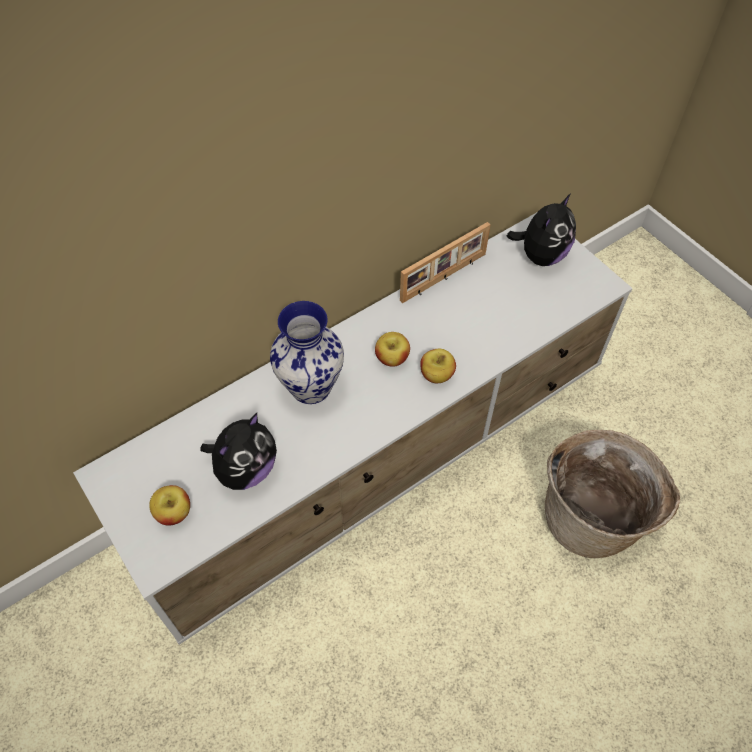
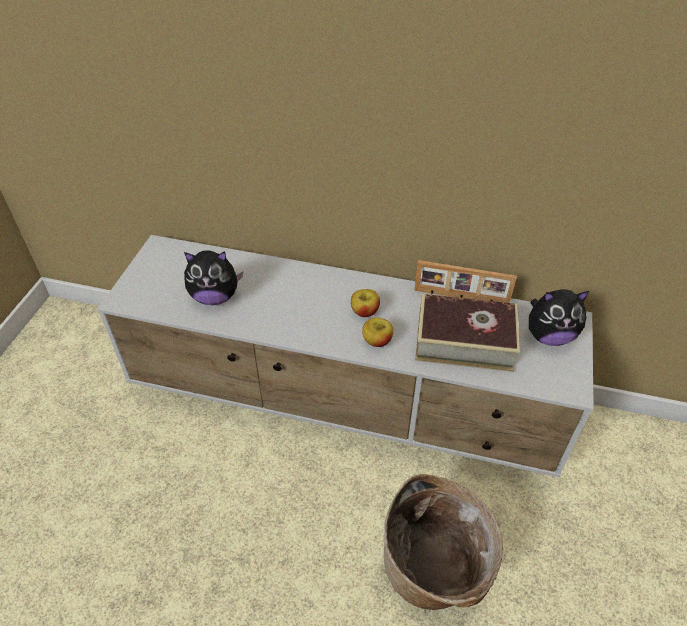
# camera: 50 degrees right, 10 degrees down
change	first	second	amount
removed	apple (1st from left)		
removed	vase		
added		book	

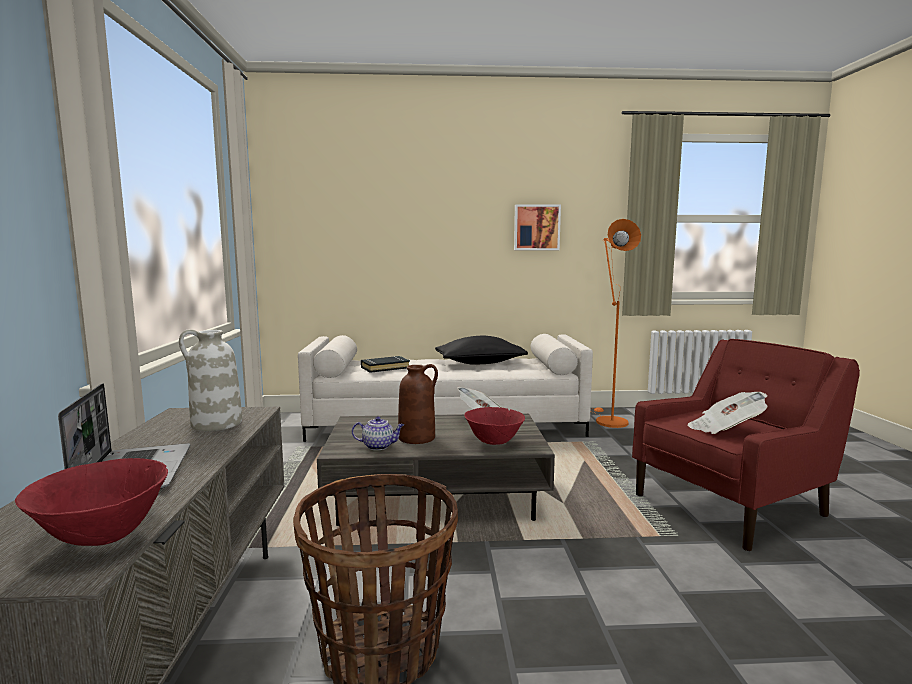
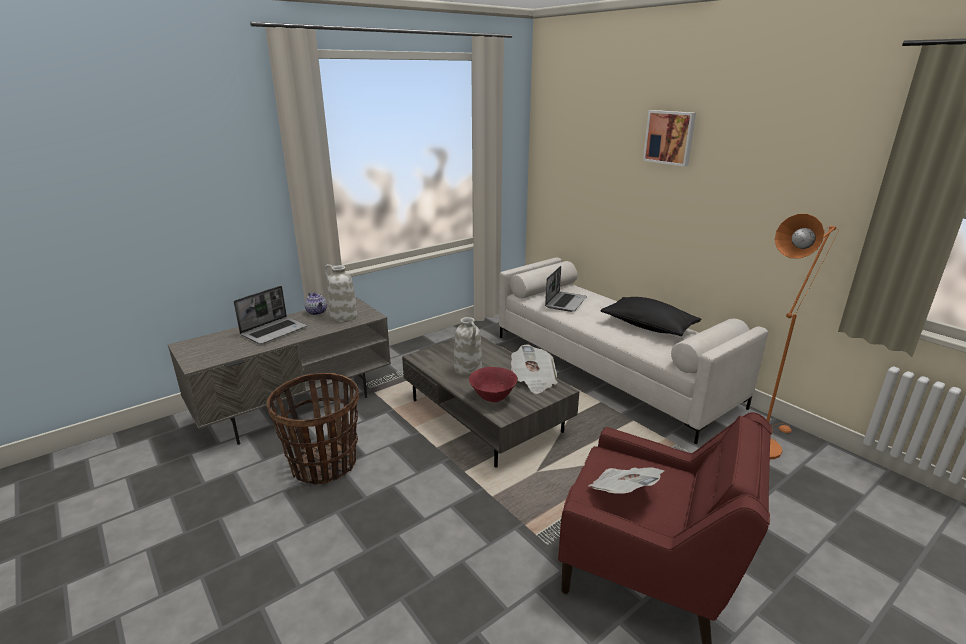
# camera: 55 degrees right, 15 degrees up
change	first	second	amount
removed	red bowl (1st from left)		
moved	teapot		
replaced	black book	laptop (2nd from left)	
recoloured	brown vase	white vase (2nd from left)	
moved	picture		

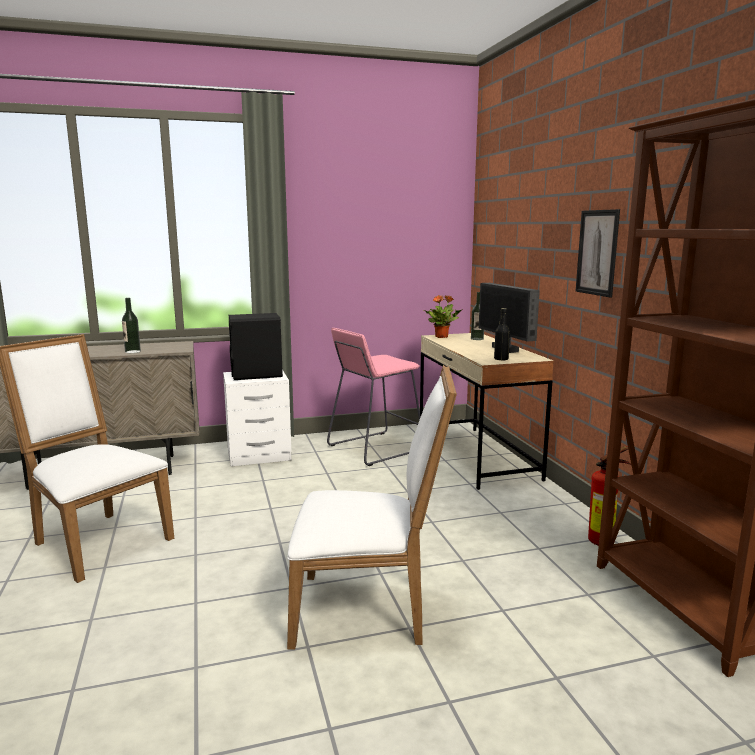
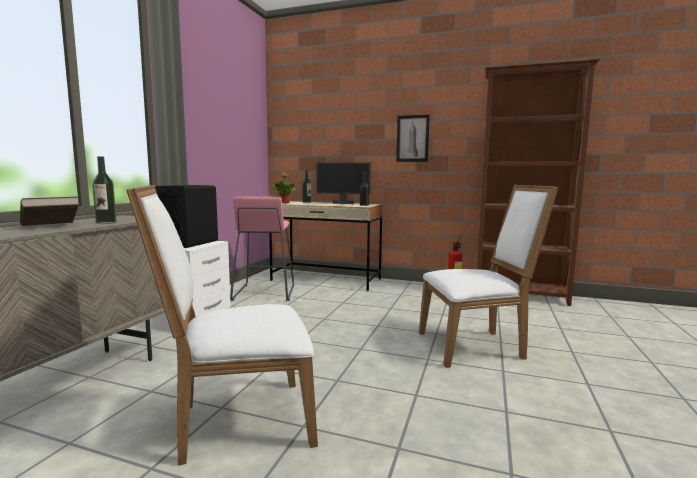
# camera: 55 degrees left, 5 degrees down
change	first	second	amount
turned	white chair (2nd from left)		45 degrees clockwise
added		brown book	

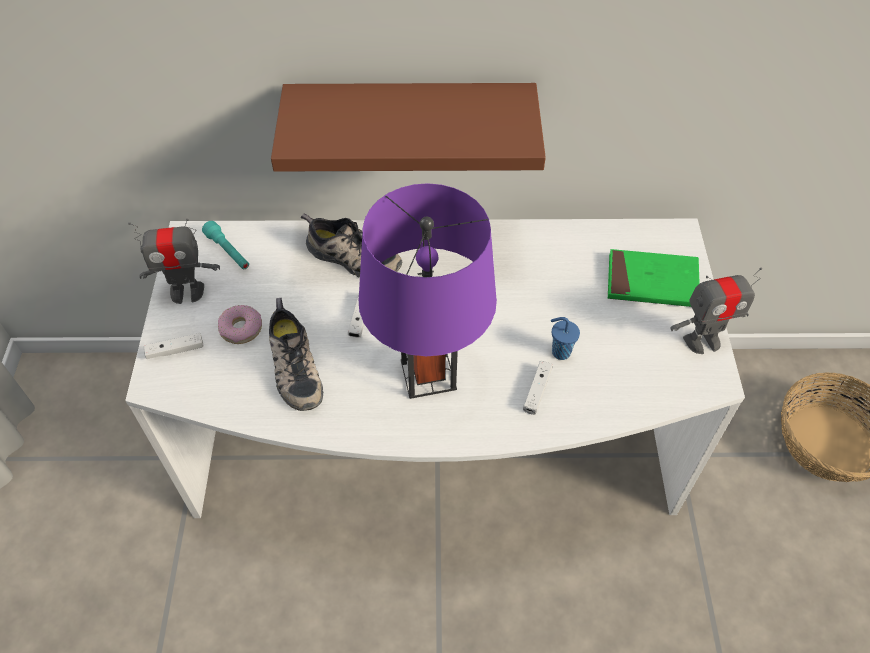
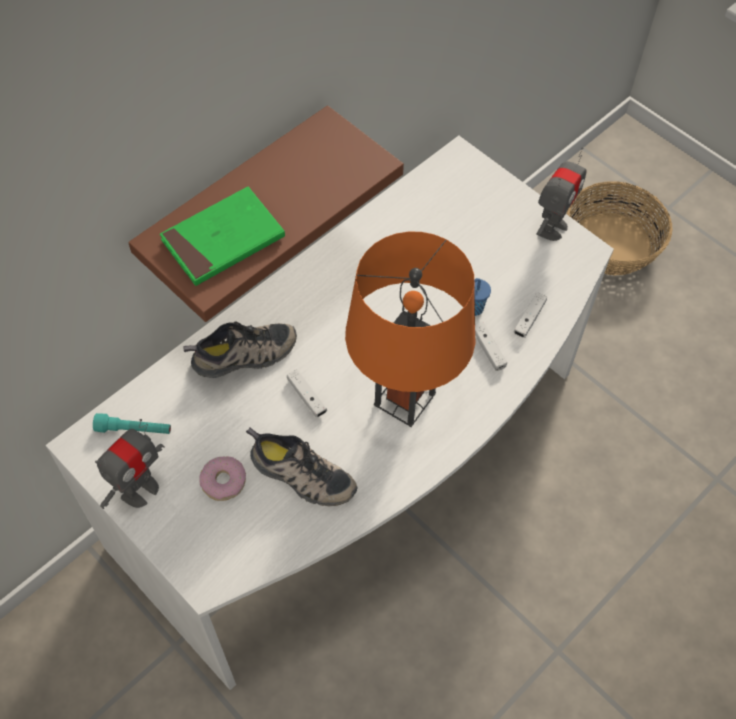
# camera: 45 degrees left, 5 degrees up
change	first	second	amount
moved	white game controller (1st from left in the first image)	white game controller (3rd from left)	
recoloured	purple table lamp	orange table lamp	
moved	green book		

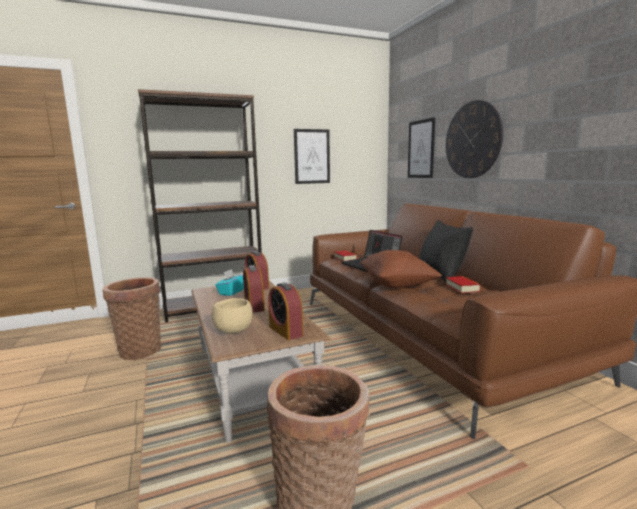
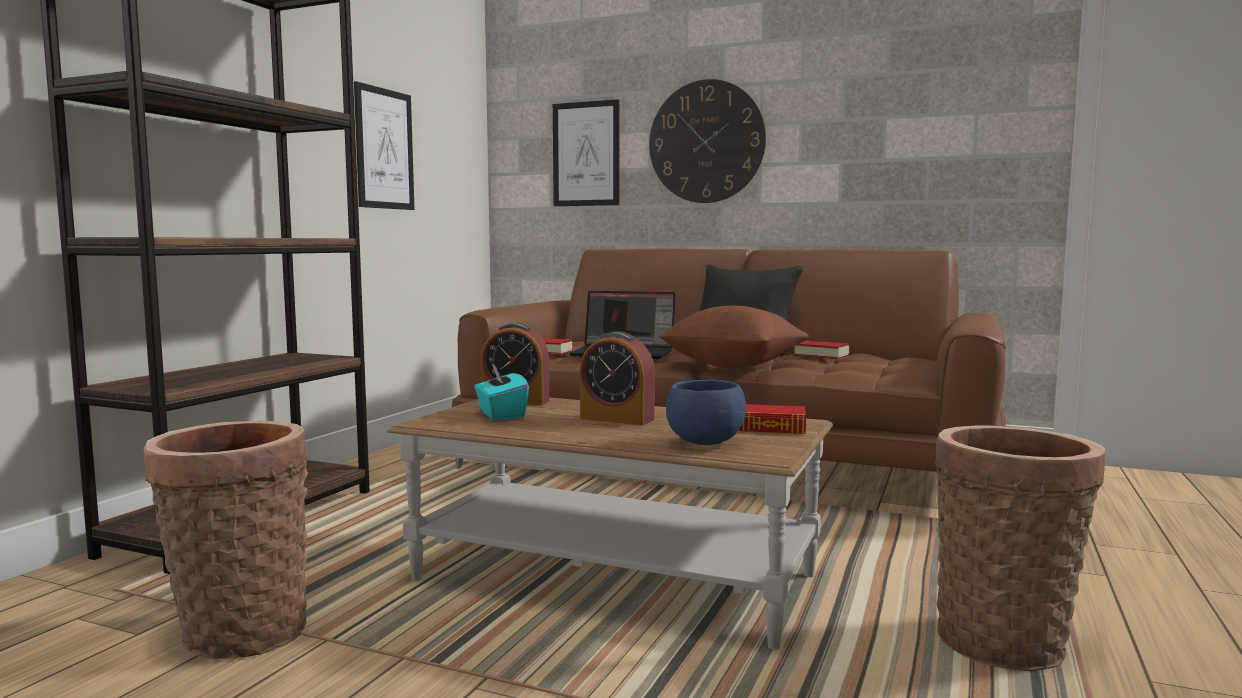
# camera: 45 degrees left, 5 degrees down
change	first	second	amount
recoloured	beige bowl	blue bowl	
replaced	alarm clock (3rd from left)	book (2nd from left)	

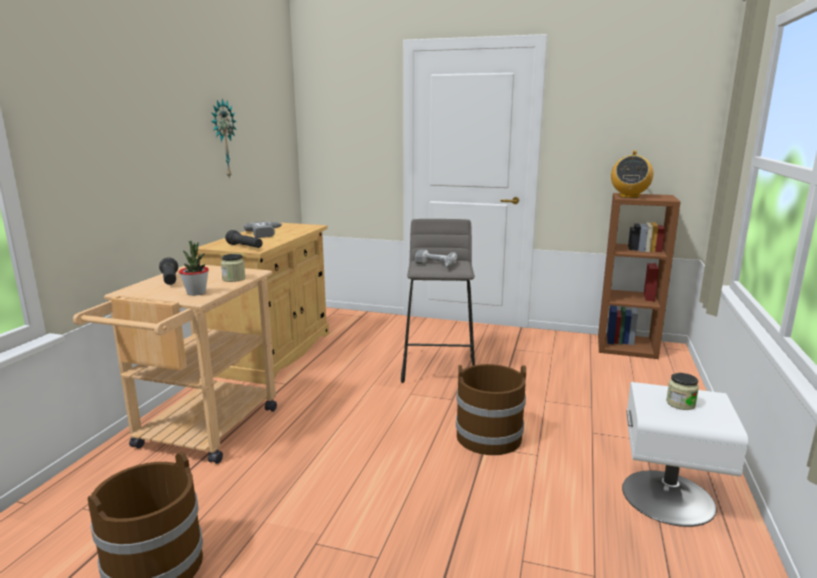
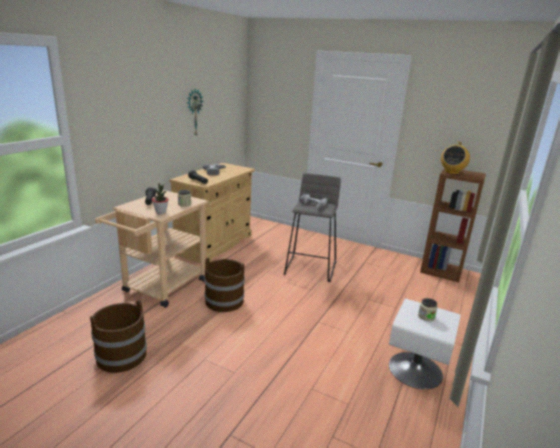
# camera: 10 degrees right, 5 degrees up
change	first	second	amount
moved	brown bucket (2nd from left)		

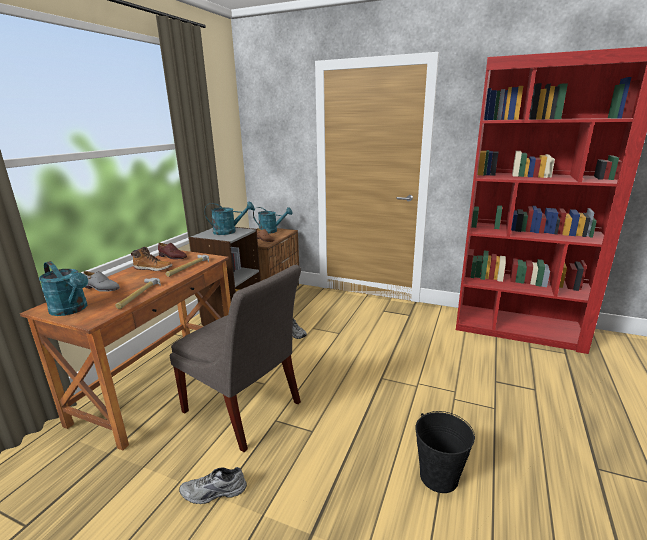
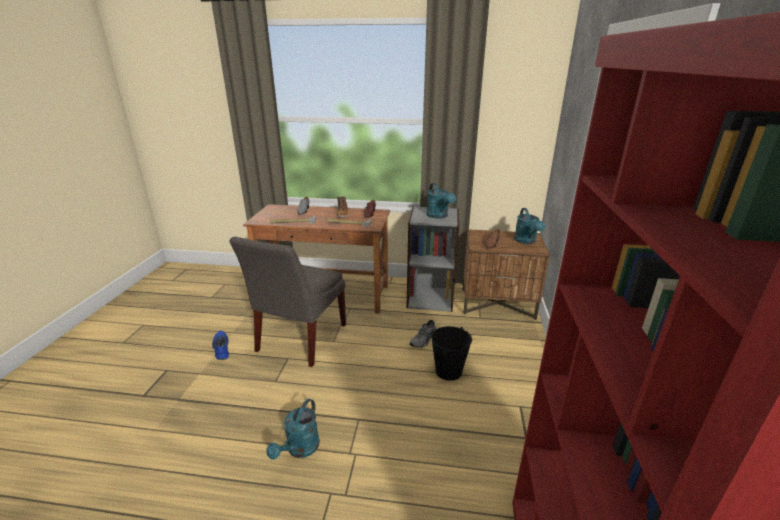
# camera: 75 degrees right, 5 degrees up
change	first	second	amount
moved	turquoise watering can (1st from left)		
recoloured	grey shoe (2nd from left)	blue shoe	
moved	black bucket		

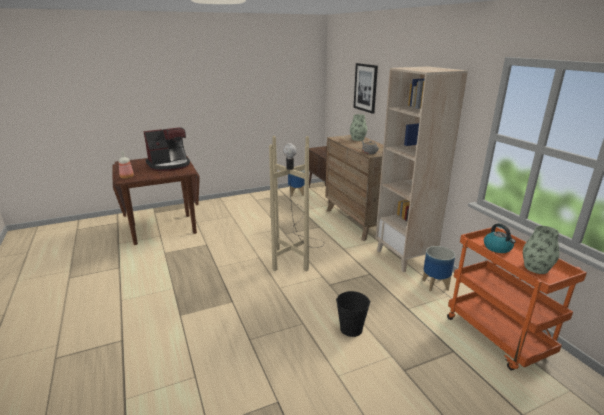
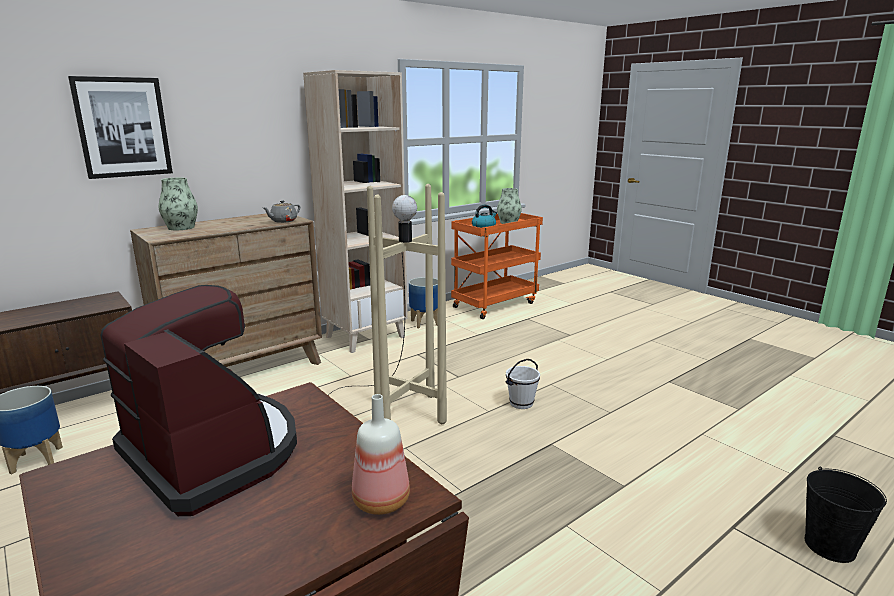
# camera: 105 degrees left, 5 degrees down
change	first	second	amount
moved	black bucket		
added		white bucket	

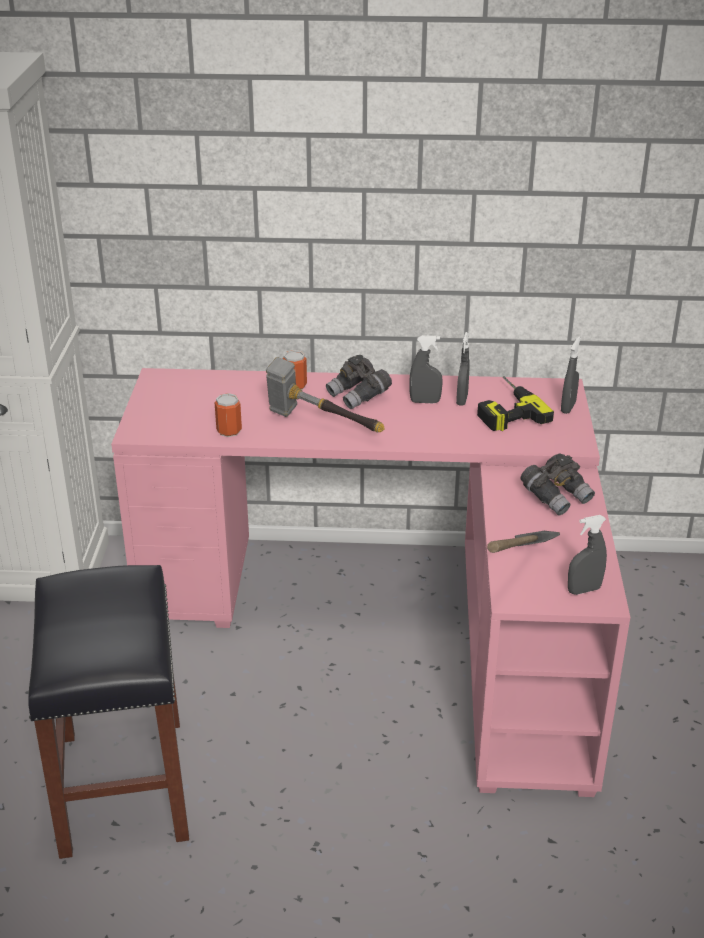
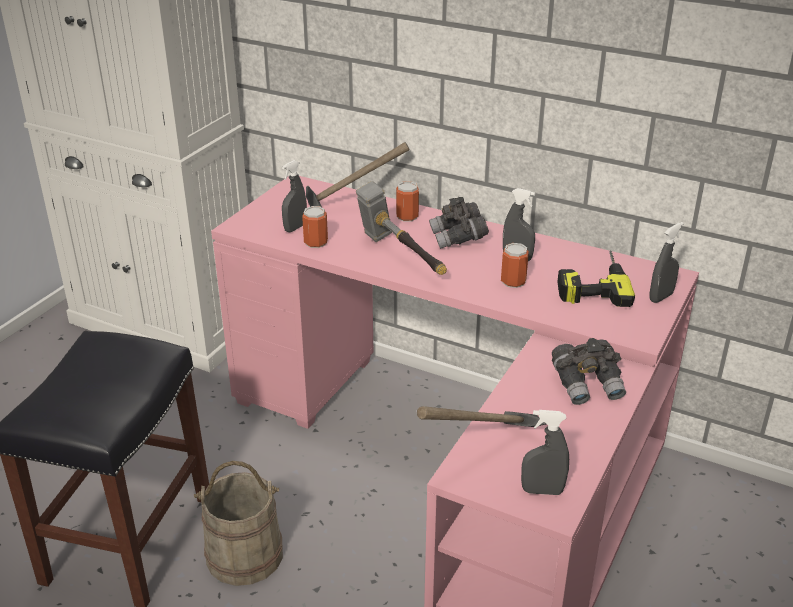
# camera: 25 degrees right, 0 degrees up
change	first	second	amount
moved	grey spray bottle (2nd from left in the first image)	grey spray bottle (1st from left)	
added		beige bucket	
added		hammer (1st from left)	
added		can (3rd from left)	

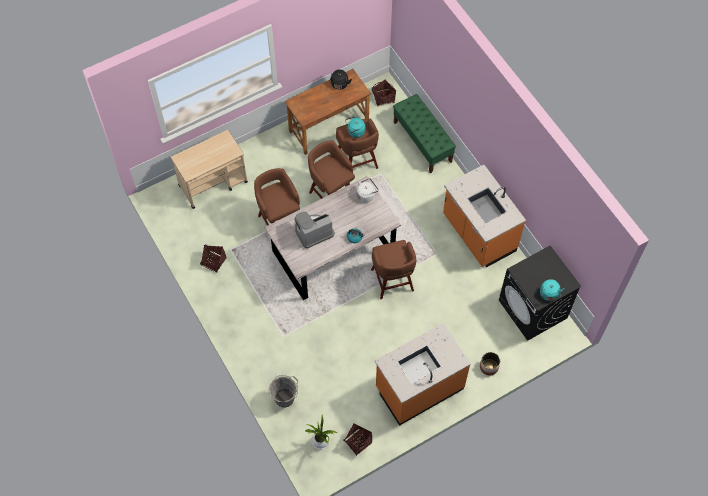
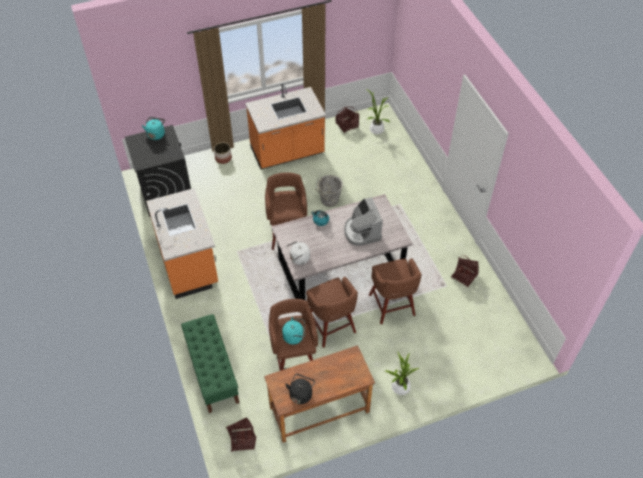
# camera: 170 degrees left, 10 degrees down
change	first	second	amount
removed	beige cart		
moved	grey bucket		
turned	coffee machine		90 degrees clockwise
added		potted plant (2nd from left)	

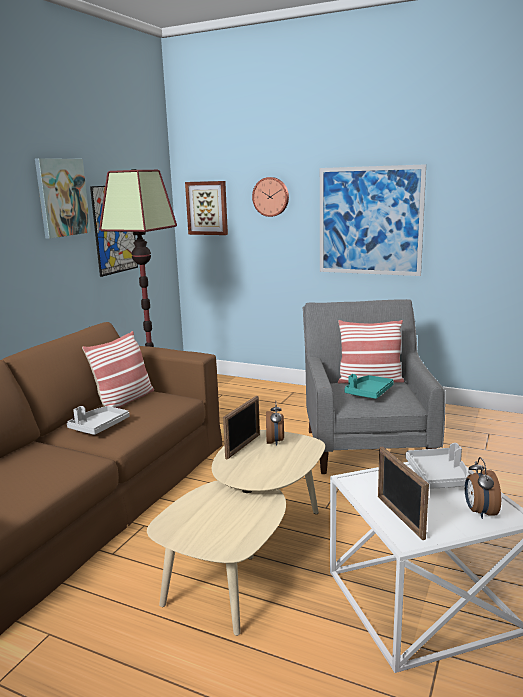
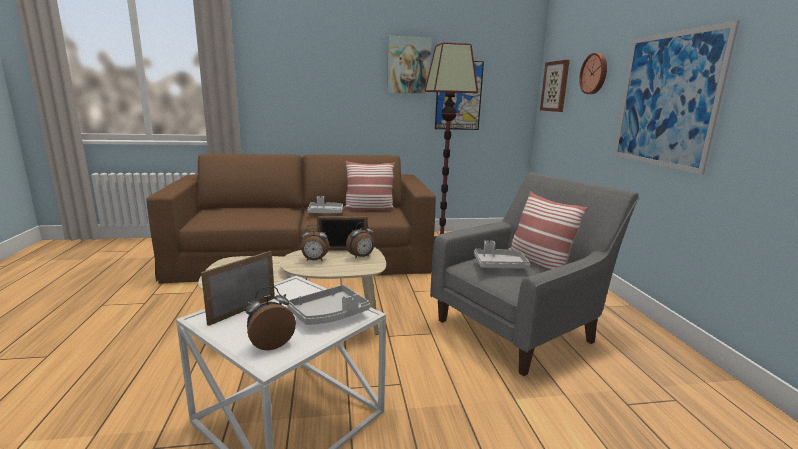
# camera: 55 degrees right, 0 degrees up
change	first	second	amount
recoloured	turquoise tray	grey tray (3rd from left)	
added		alarm clock (2nd from left)	

